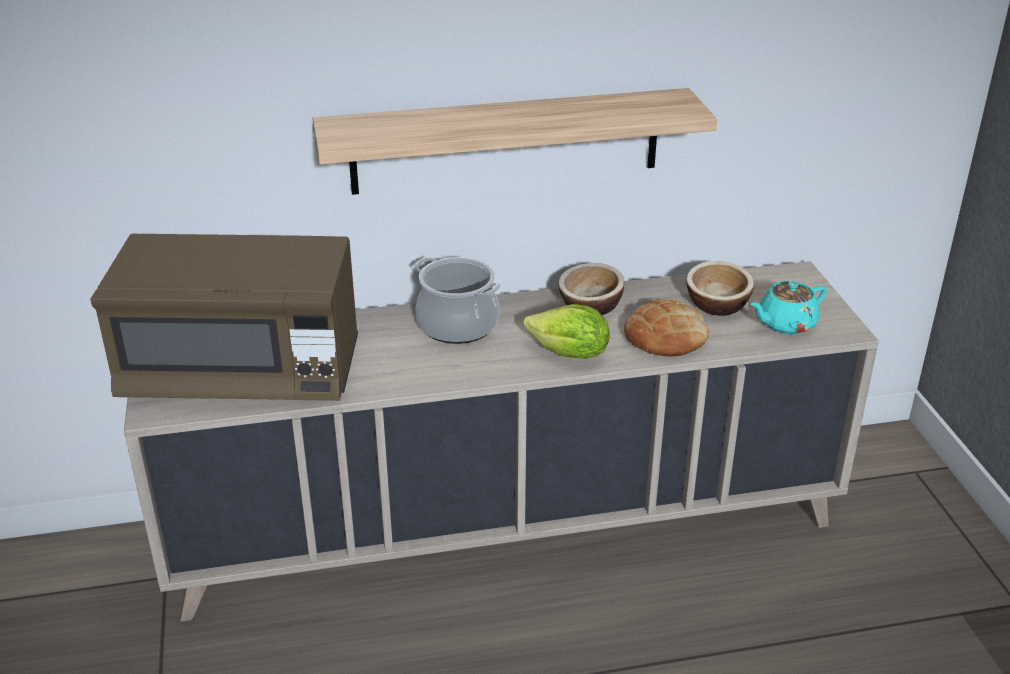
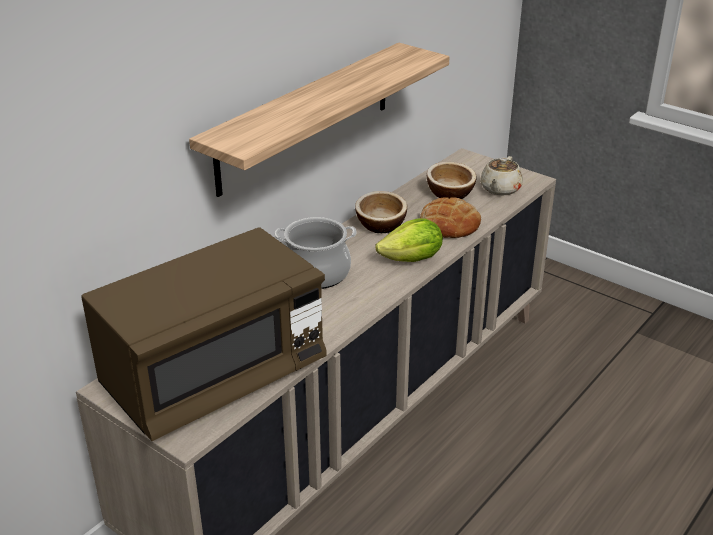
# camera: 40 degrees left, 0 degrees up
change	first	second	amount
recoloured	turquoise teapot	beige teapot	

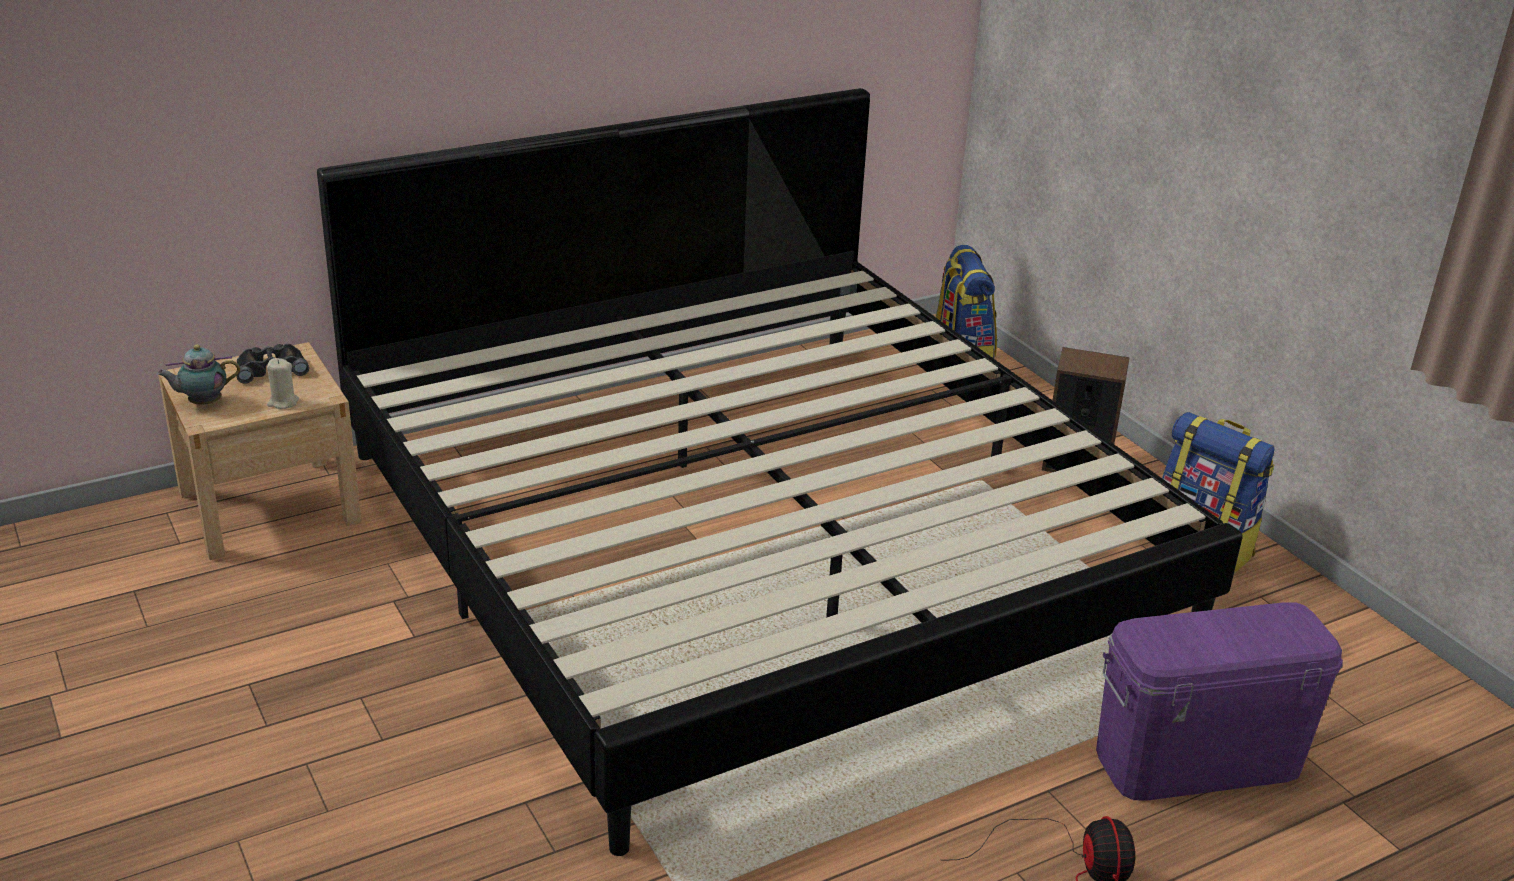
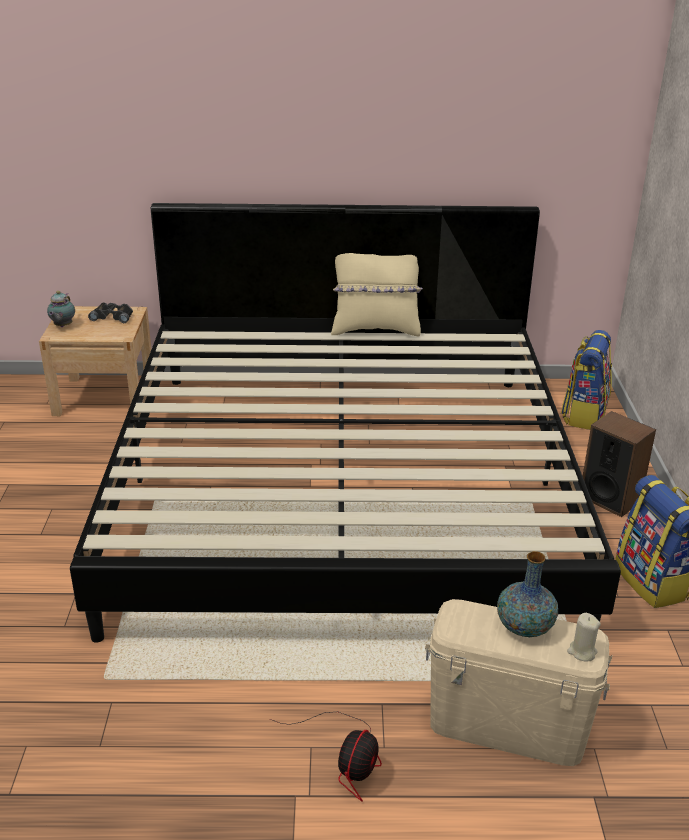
# camera: 30 degrees right, 0 degrees up
change	first	second	amount
turned	teapot		90 degrees counterclockwise
moved	beige candle		
recoloured	purple storage box	beige storage box	
added		beige pillow	
added		vase	

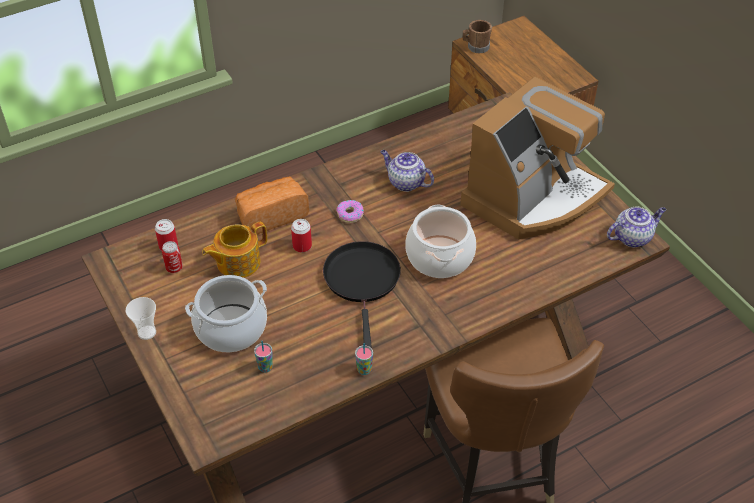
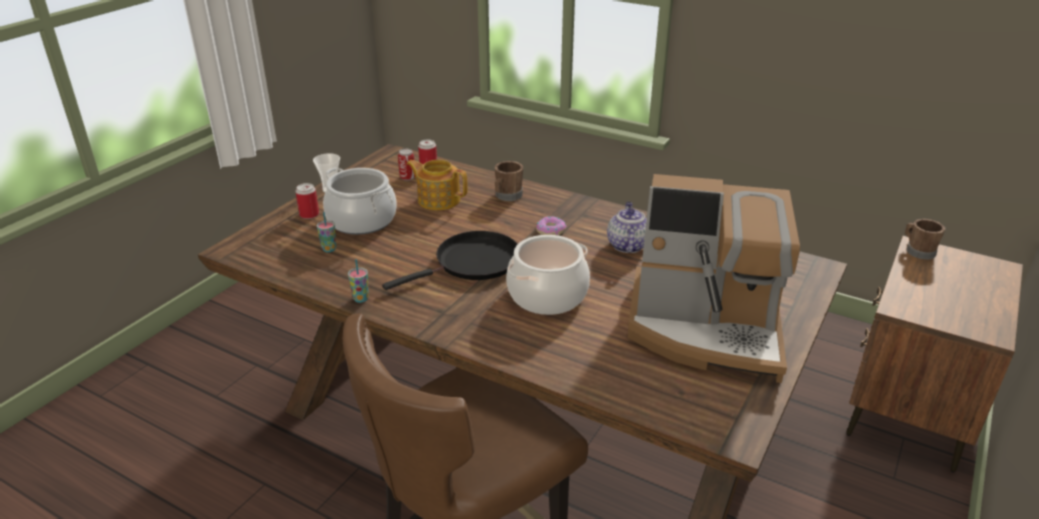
# camera: 60 degrees right, 15 degrees down
change	first	second	amount
replaced	bread	brown mug (1st from left)	
moved	can (3rd from left in the first image)	can (1st from left)	
removed	teapot (3rd from left)		

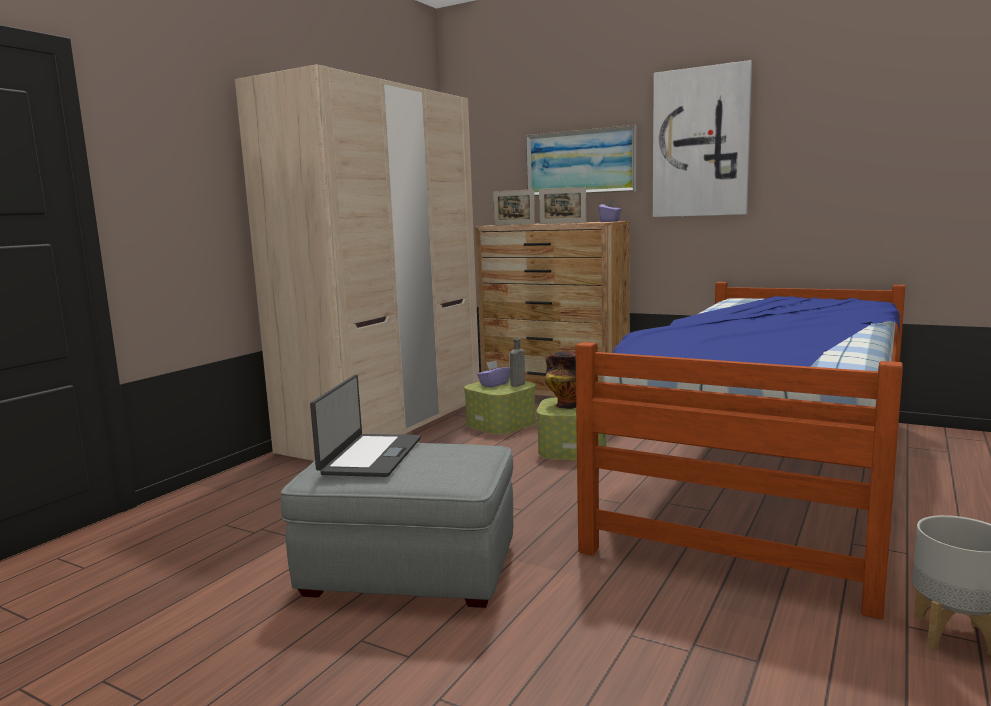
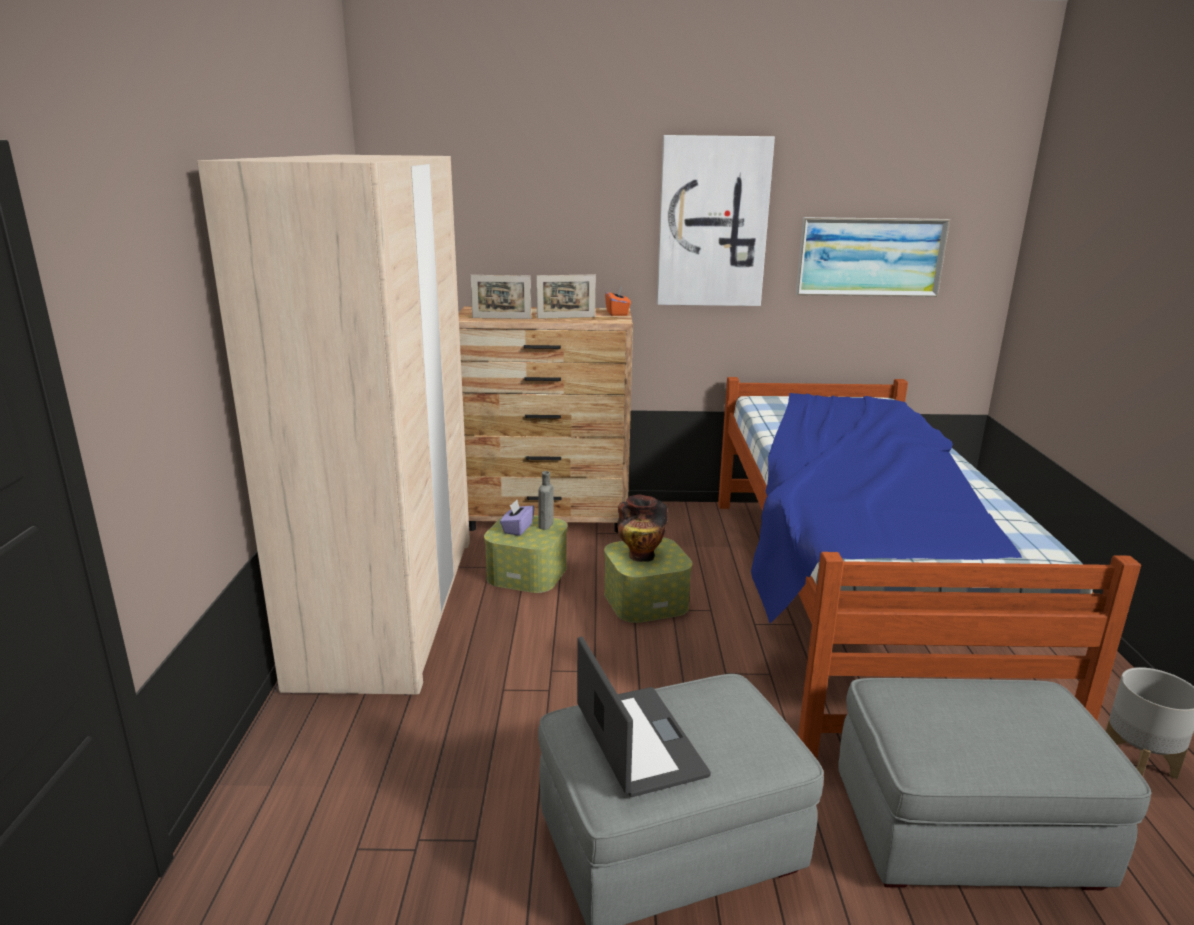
# camera: 30 degrees left, 10 degrees up
change	first	second	amount
moved	picture (1st from left in the first image)	picture (2nd from left)	
recoloured	purple tissue box (2nd from left)	orange tissue box	
added		grey ottoman (2nd from left)	

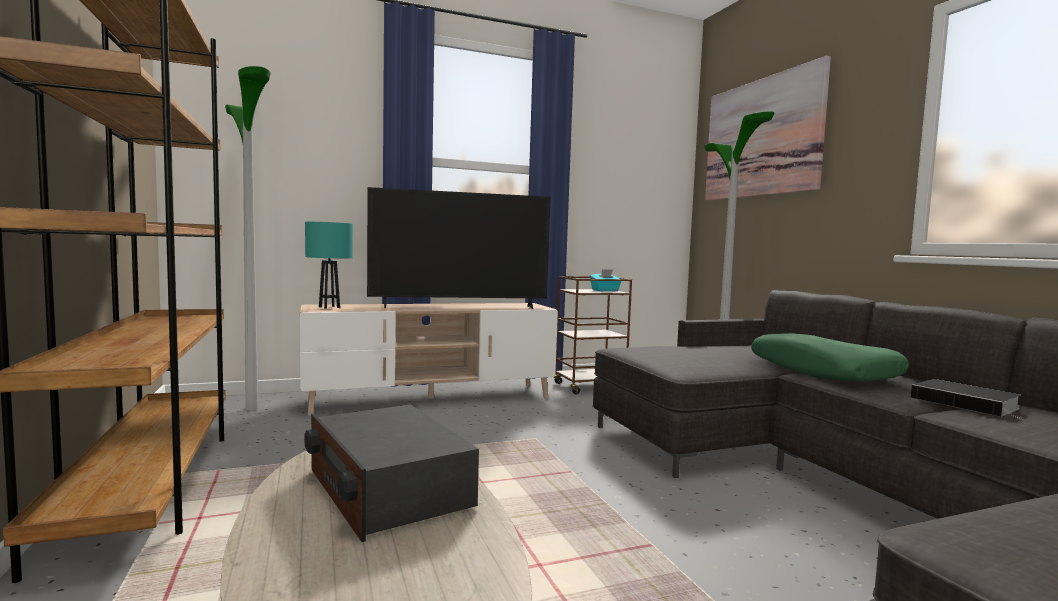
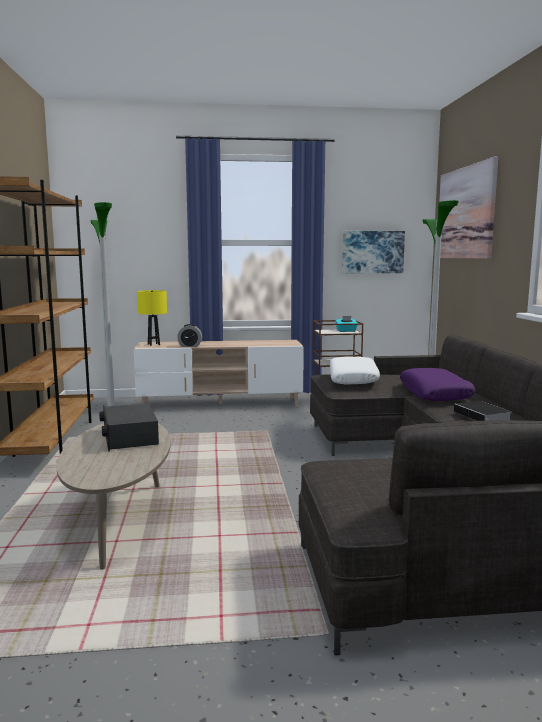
# camera: 15 degrees right, 5 degrees up
change	first	second	amount
recoloured	turquoise table lamp	yellow table lamp	
removed	television		
recoloured	green pillow	purple pillow	
added		alarm clock	
added		white pillow	
added		picture (1st from left)	

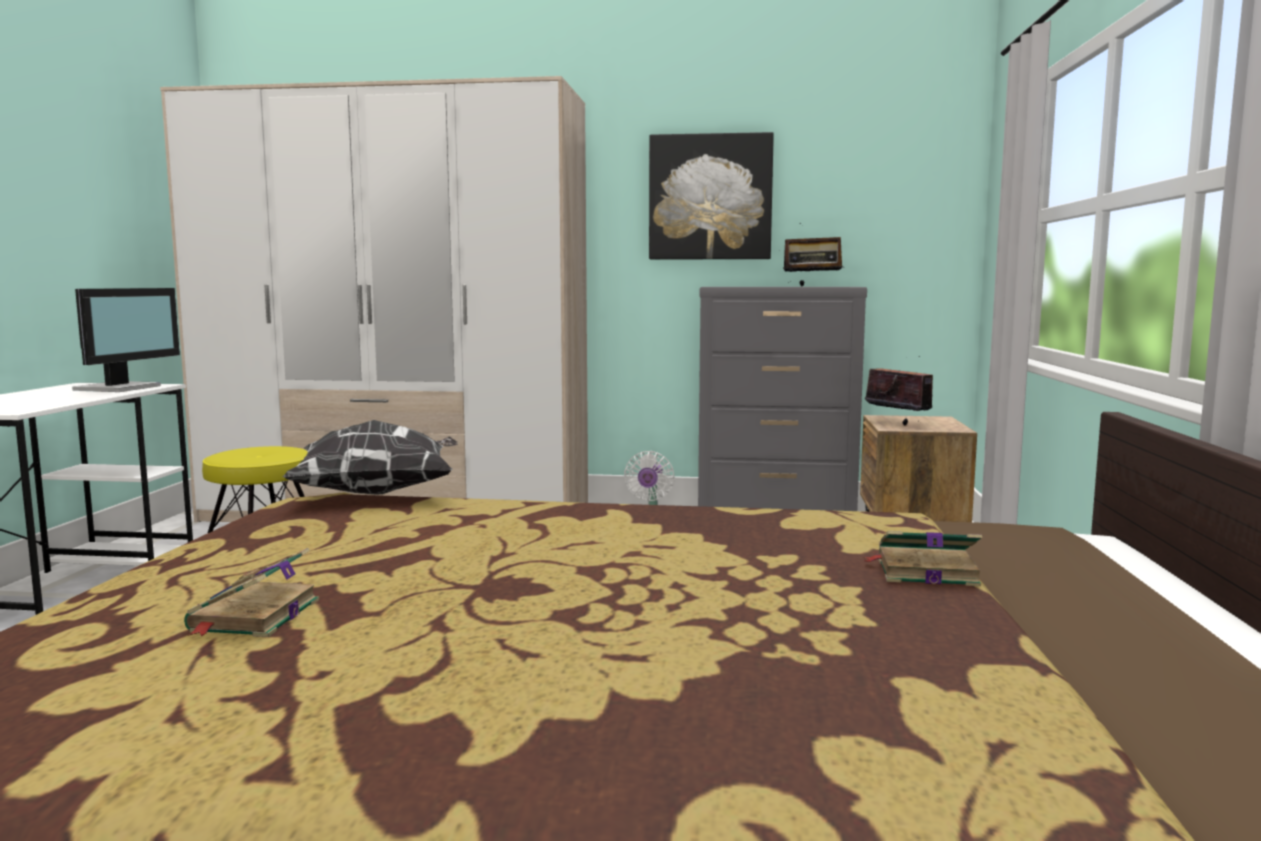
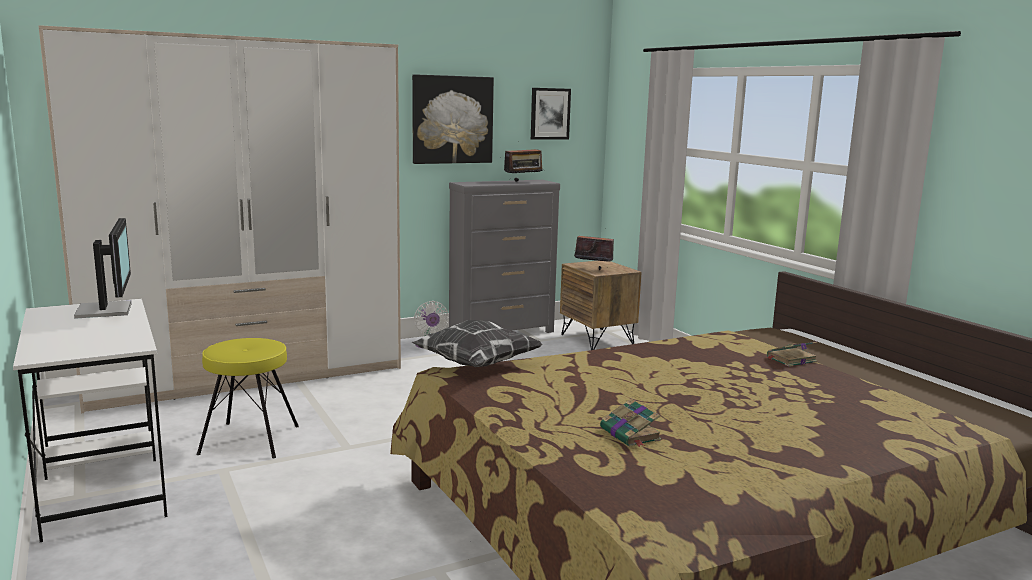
# camera: 35 degrees left, 5 degrees up
change	first	second	amount
added		picture (2nd from left)	

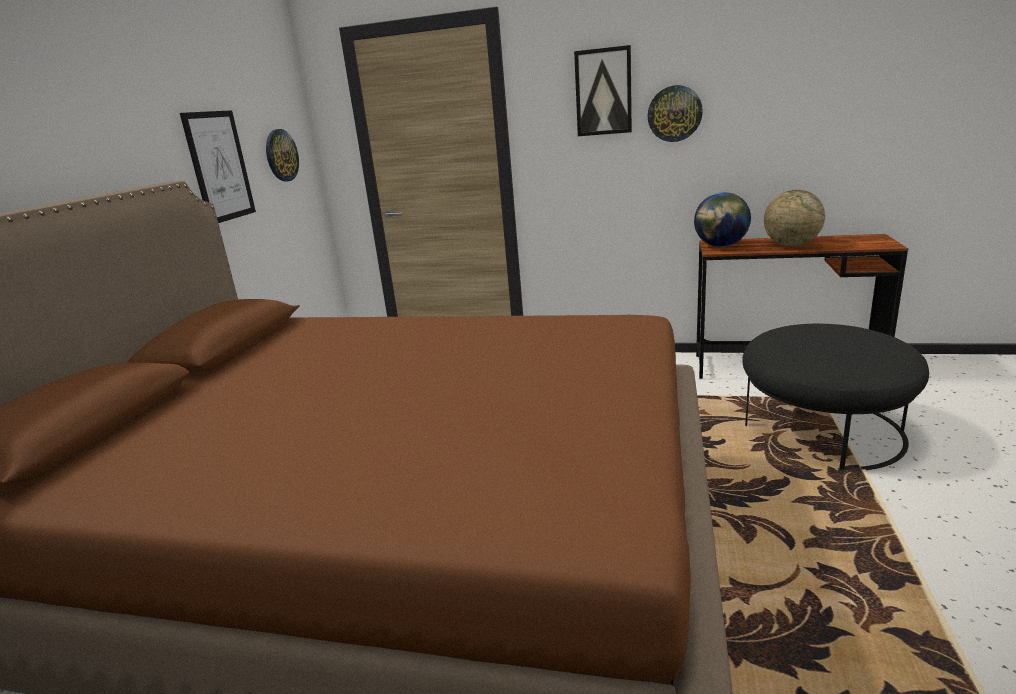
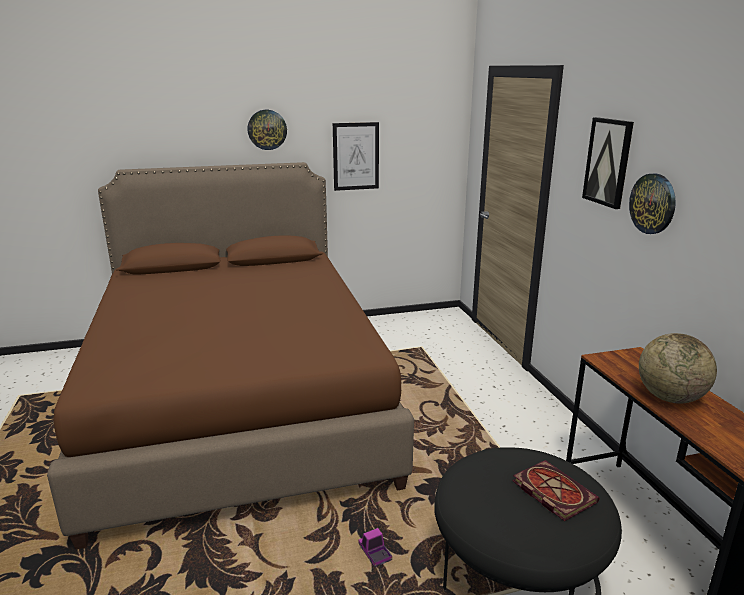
# camera: 60 degrees right, 0 degrees up
change	first	second	amount
moved	wall clock (1st from left)		
removed	globe (1st from left)		
added		toy truck	
added		book	

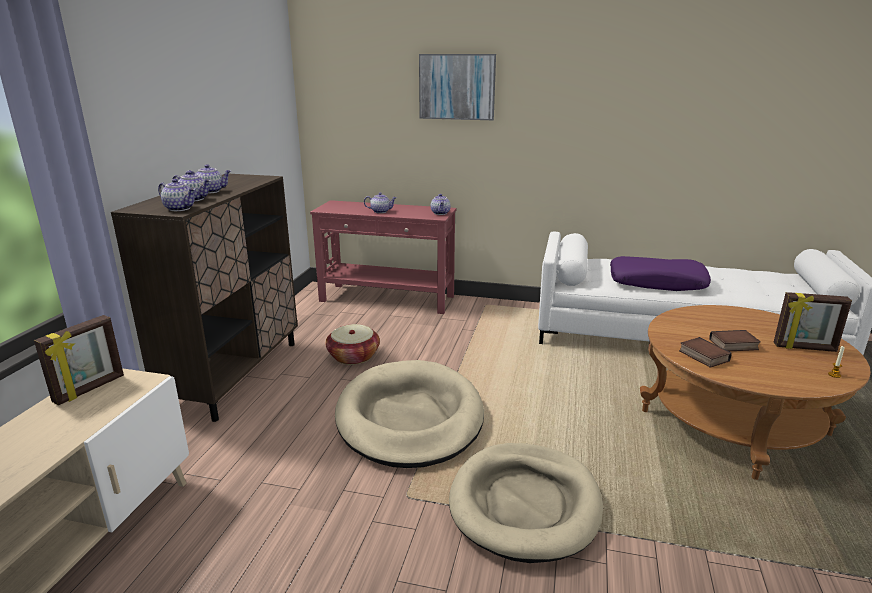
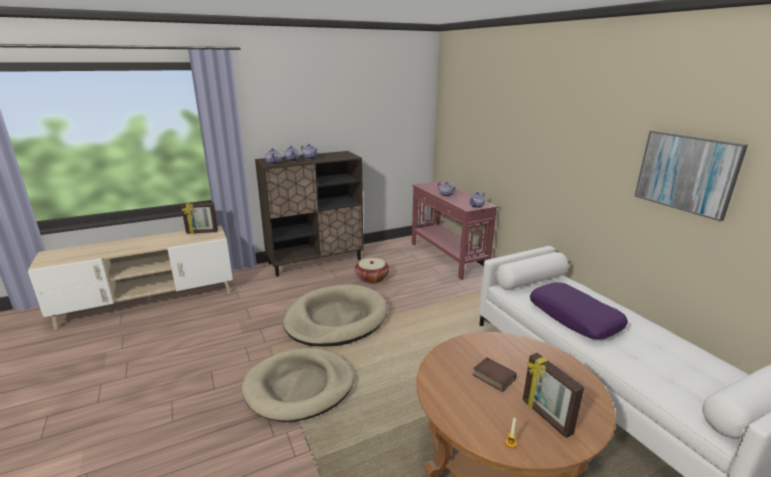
# camera: 50 degrees right, 0 degrees up
change	first	second	amount
moved	picture		
removed	book (1st from left)		

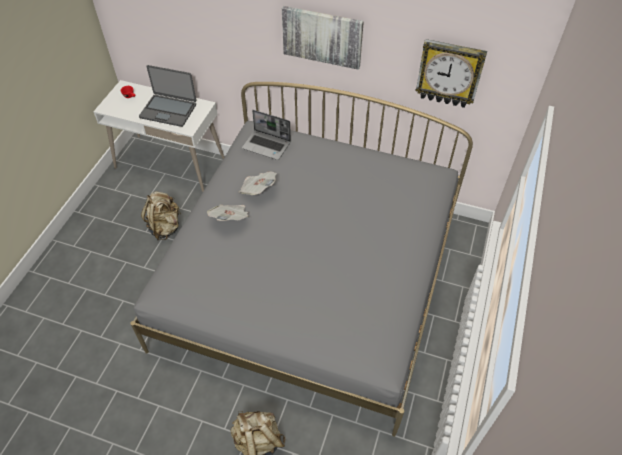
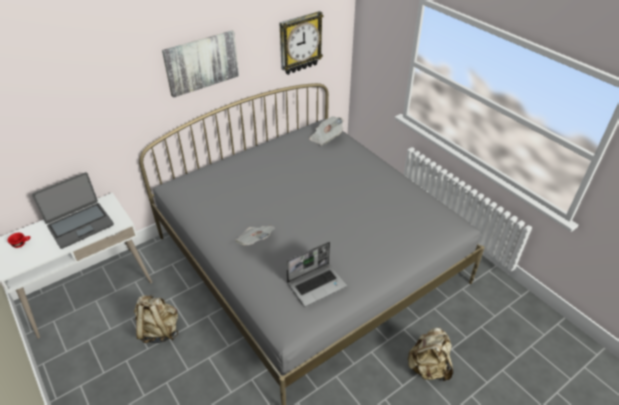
# camera: 55 degrees left, 10 degrees down
change	first	second	amount
moved	newspaper (2nd from left)		
moved	laptop (2nd from left)		

